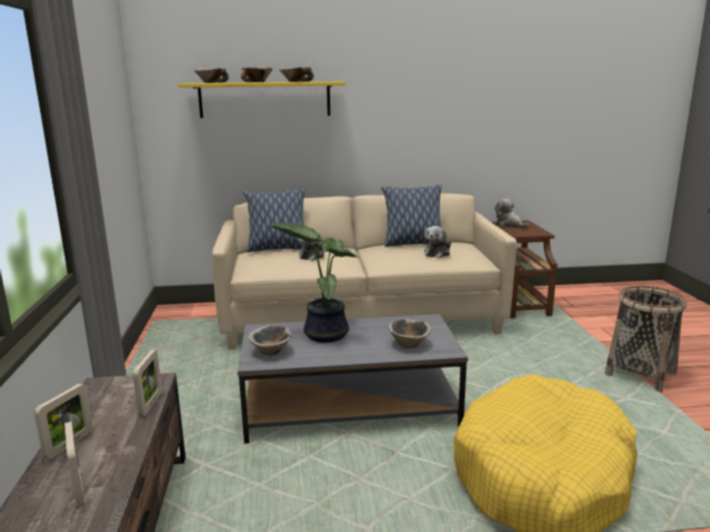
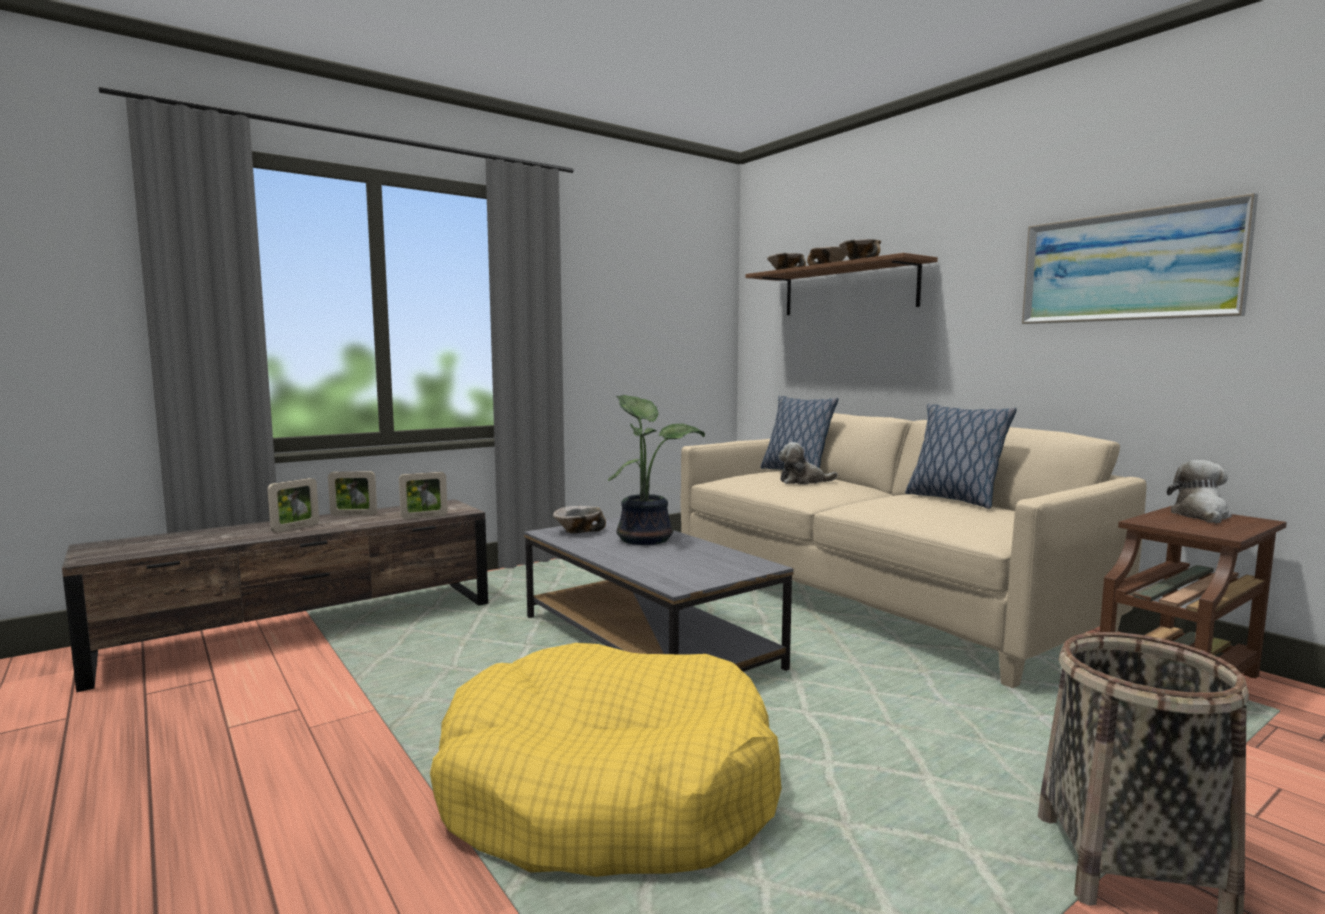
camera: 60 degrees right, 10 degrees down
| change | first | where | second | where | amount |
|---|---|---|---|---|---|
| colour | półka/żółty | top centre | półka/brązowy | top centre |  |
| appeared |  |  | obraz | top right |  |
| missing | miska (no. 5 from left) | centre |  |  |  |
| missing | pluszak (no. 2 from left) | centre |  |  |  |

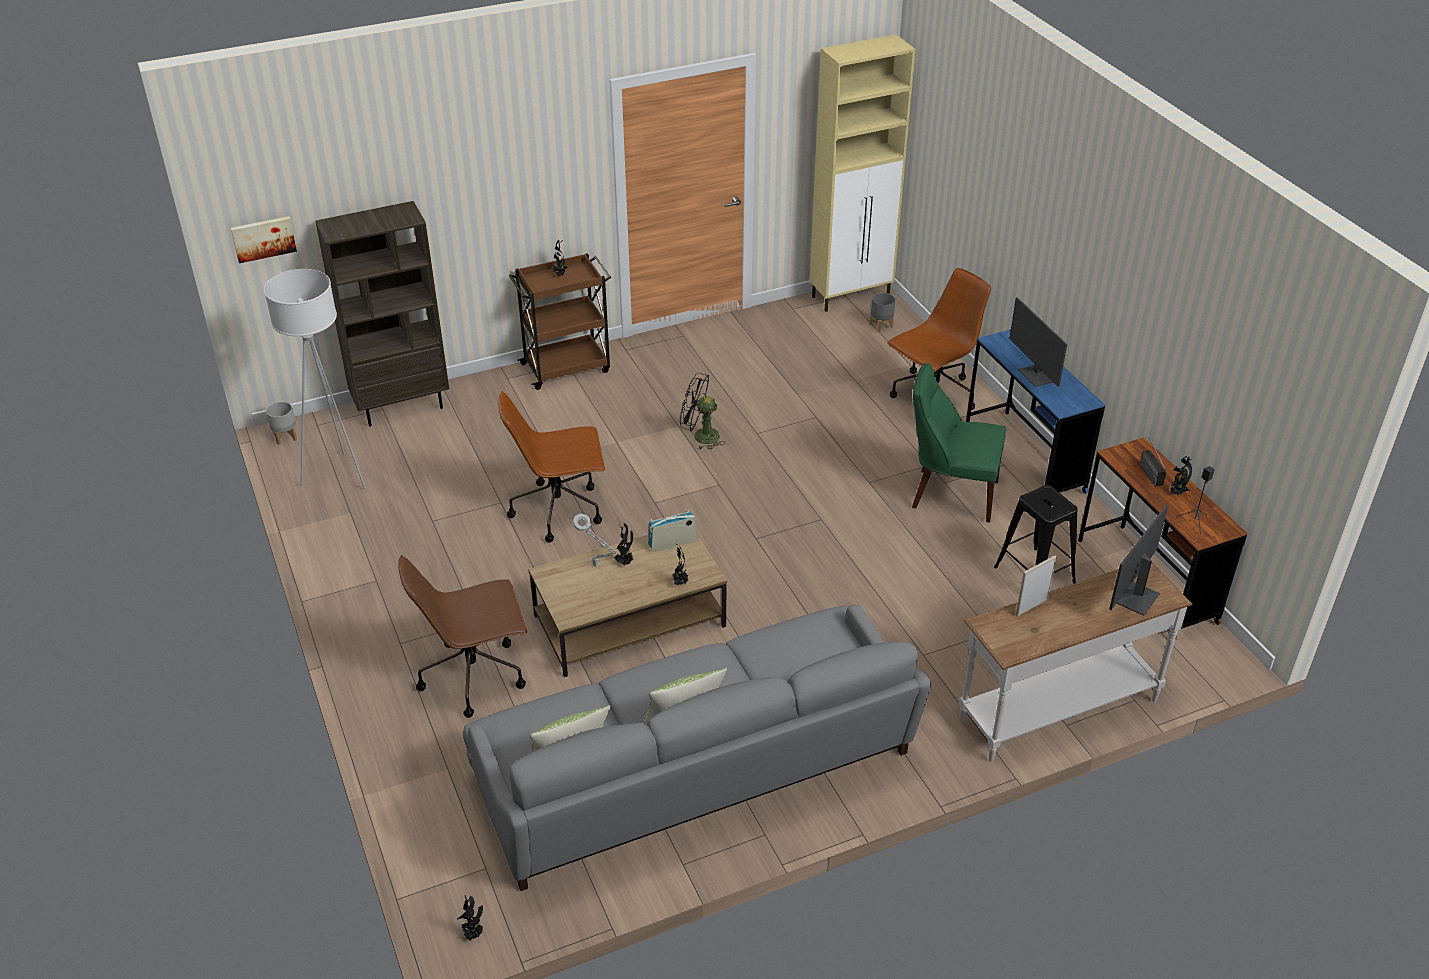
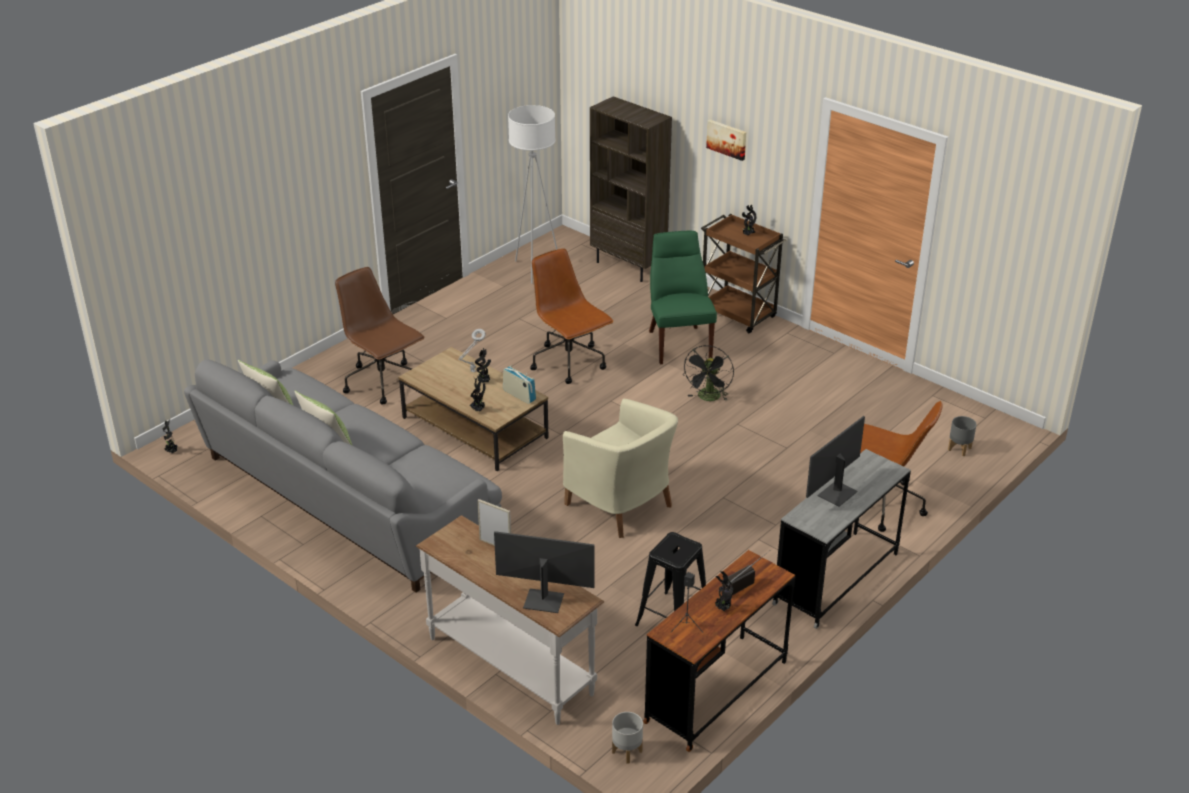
camera: 65 degrees right, 5 degrees down
| change | first | where | second | where | amount |
|---|---|---|---|---|---|
| appeared |  |  | fotel/beżowy | centre |  |
| relocated | donica/szary (no. 1 from left) | middle left |  | bottom centre |  |
| relocated | krzesło/zielony | middle right |  | centre |  |
| spun | wentylator/czarny | centre |  | centre | 150 degrees counterclockwise |
| relocated | obraz | top left |  | top centre |  |
| colour | biurko/niebieski | middle right | biurko/szary | bottom right |  |
| missing | szafka/beżowy | top centre |  |  |  |

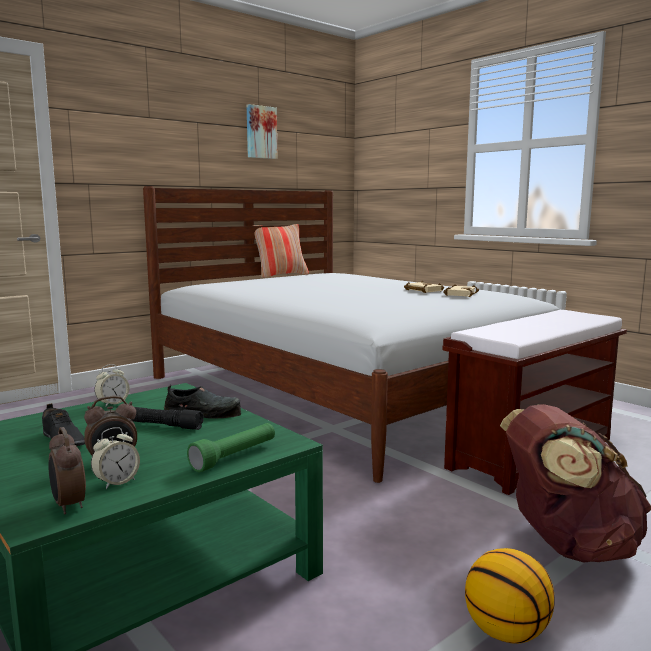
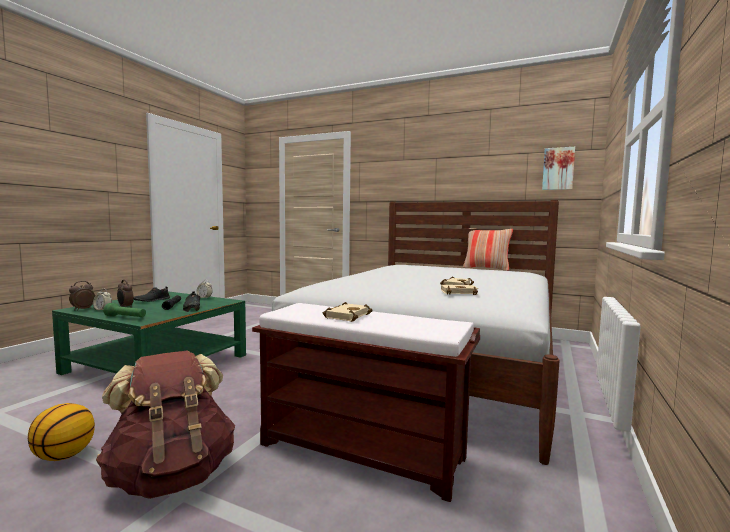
camera: 65 degrees right, 5 degrees down
| change | first | where | second | where | amount |
|---|---|---|---|---|---|
| appeared |  |  | książka/beżowy (no. 1 from left) | centre |  |
| relocated | obraz | top centre |  | top right |  |

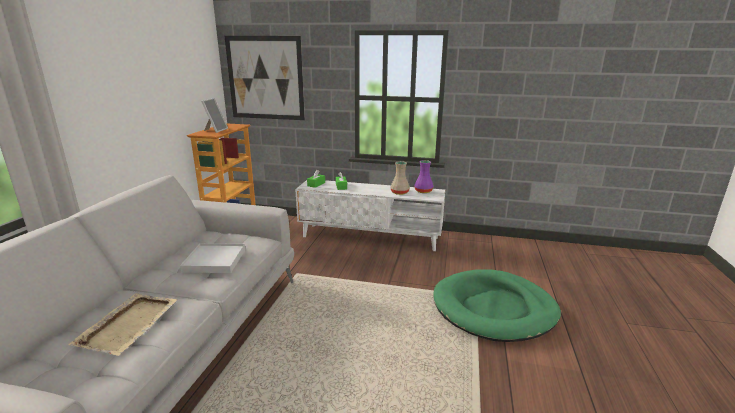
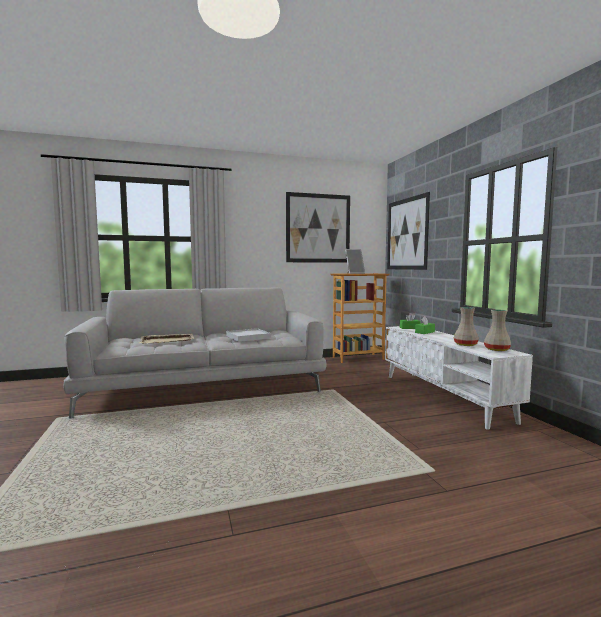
camera: 60 degrees right, 15 degrees down
| change | first | where | second | where | amount |
|---|---|---|---|---|---|
| appeared |  |  | obraz (no. 1 from left) | centre |  |
| colour | wazon/fioletowy | centre | wazon/beżowy (no. 2 from left) | middle right |  |
| missing | legowisko/zielony | bottom right |  |  |  |

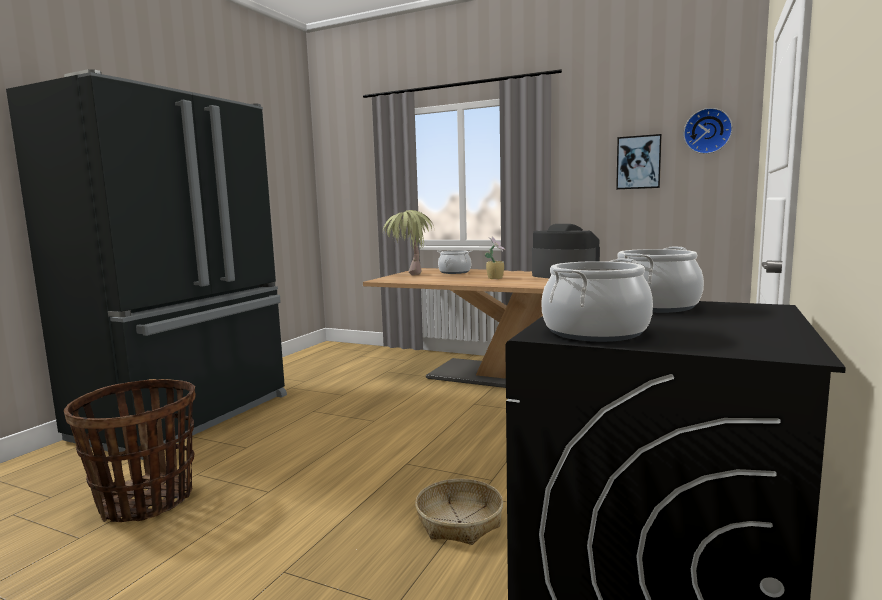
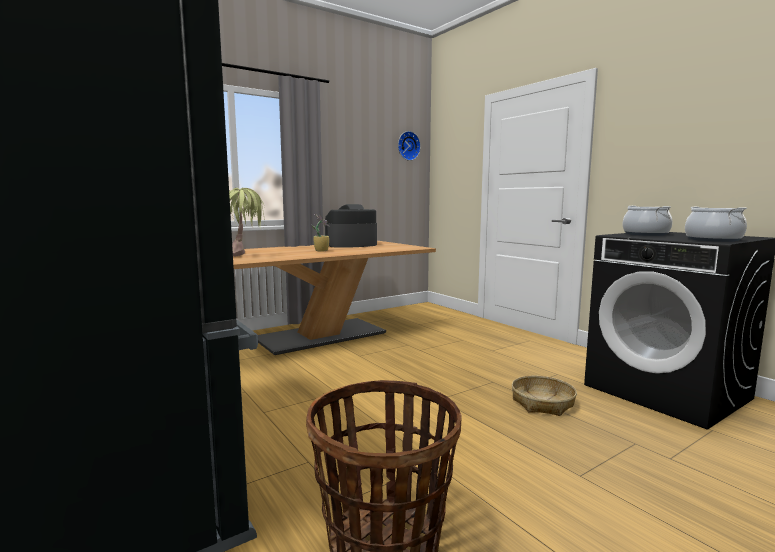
camera: 60 degrees left, 0 degrees up
| change | first | where | second | where | amount |
|---|---|---|---|---|---|
| missing | garnek (no. 1 from left) | centre |  |  |  |
| missing | obraz | top right |  |  |  |

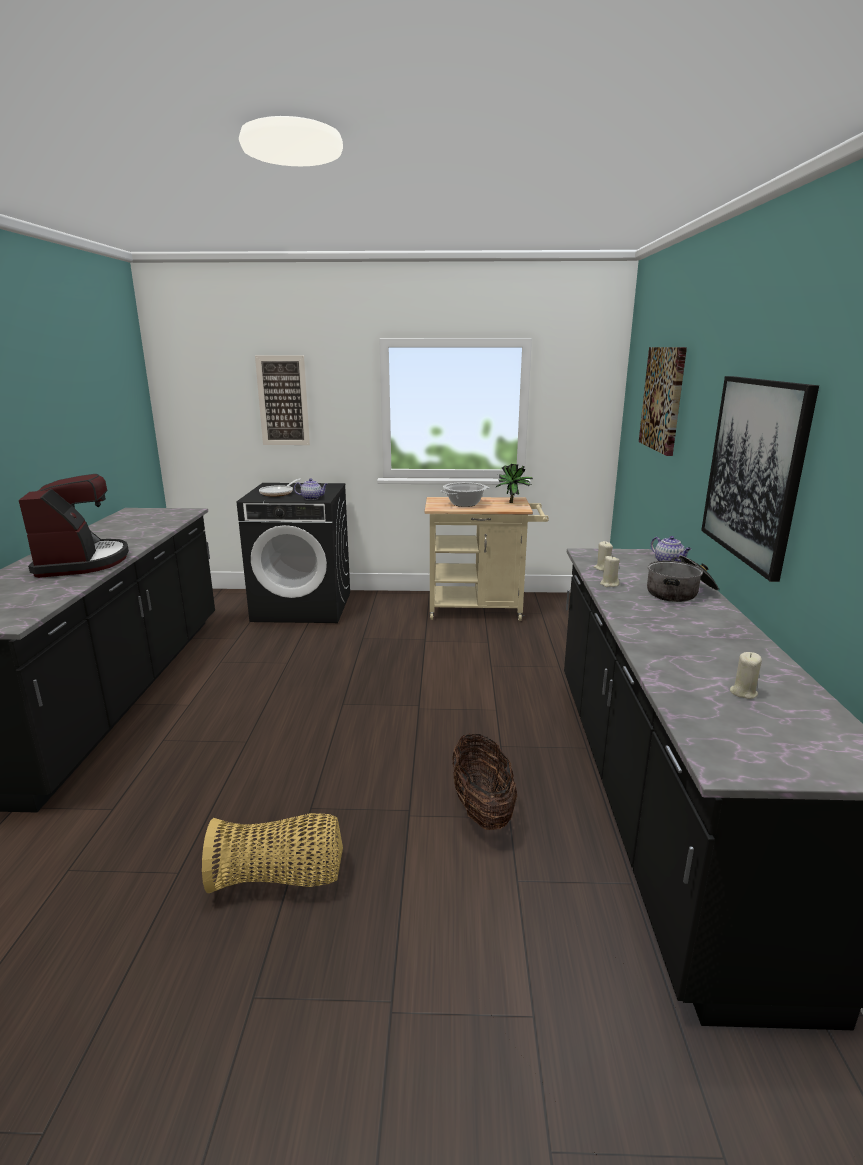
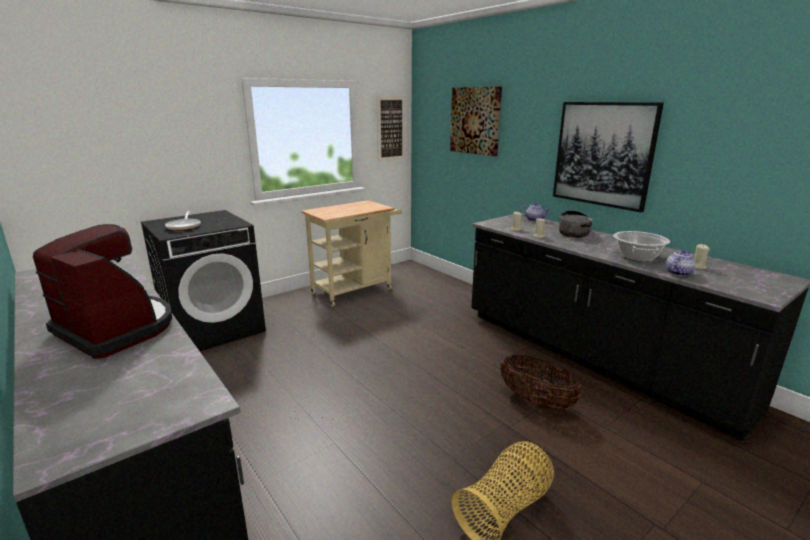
camera: 40 degrees left, 0 degrees up
| change | first | where | second | where | amount |
|---|---|---|---|---|---|
| relocated | obraz (no. 1 from left) | middle left |  | top centre |  |
| relocated | garnek (no. 1 from left in the first image) | centre | garnek (no. 2 from left) | middle right |  |
| relocated | imbryk (no. 1 from left in the first image) | centre | imbryk (no. 2 from left) | middle right |  |
| missing | roślina doniczkowa | centre |  |  |  |

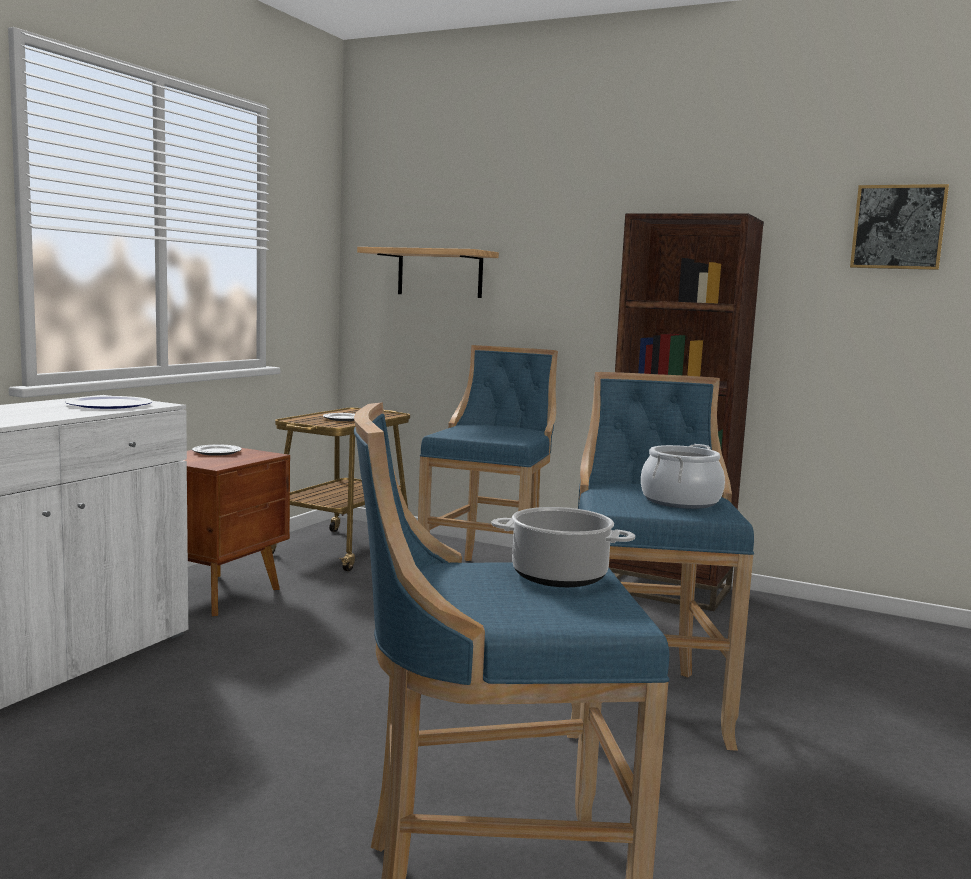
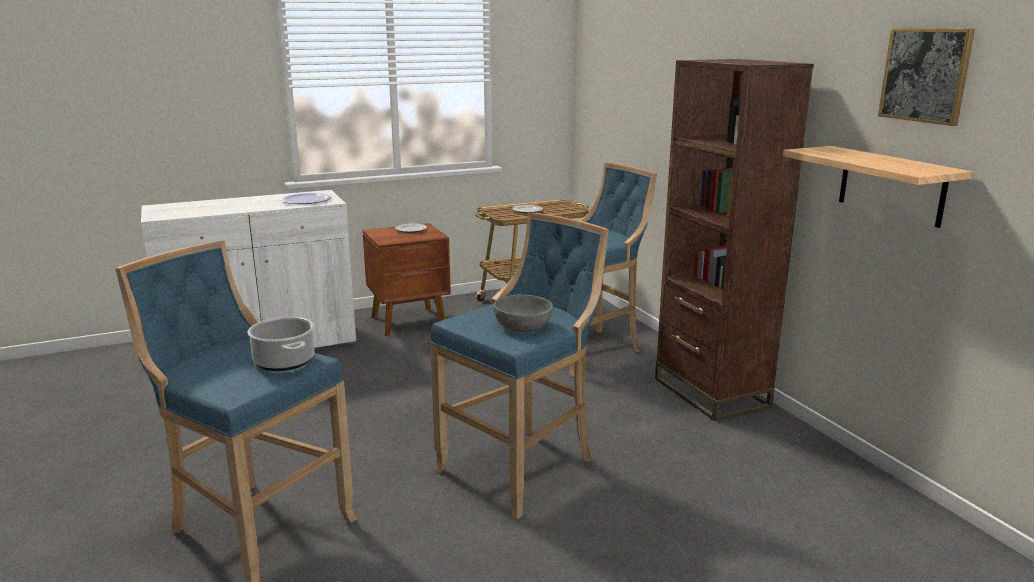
camera: 40 degrees right, 10 degrees up
| change | first | where | second | where | amount |
|---|---|---|---|---|---|
| exchanged | garnek (no. 2 from left) | middle right | miska/szary | centre |  |
| relocated | półka | top centre |  | top right |  |

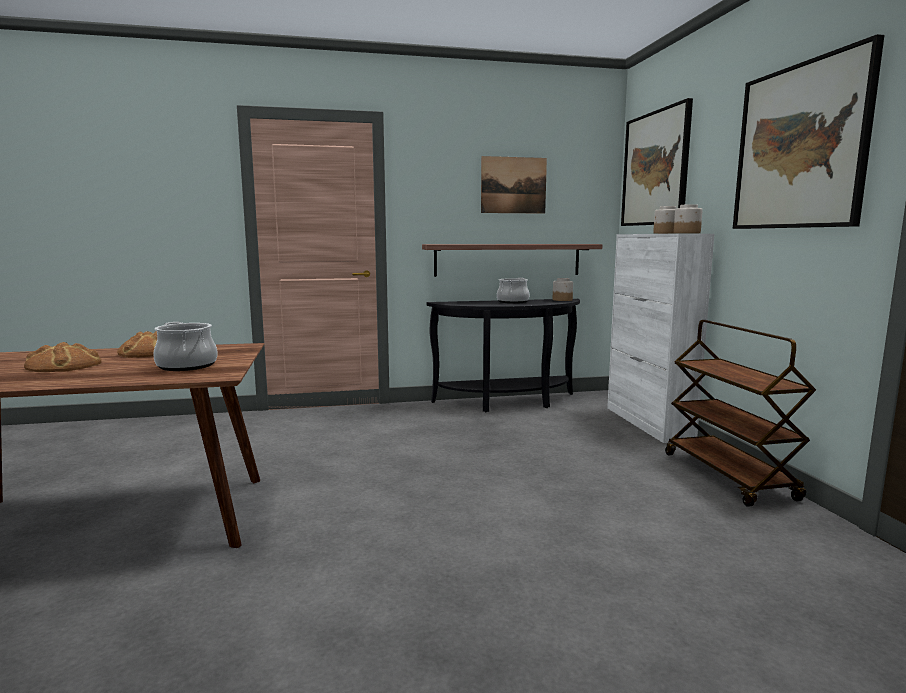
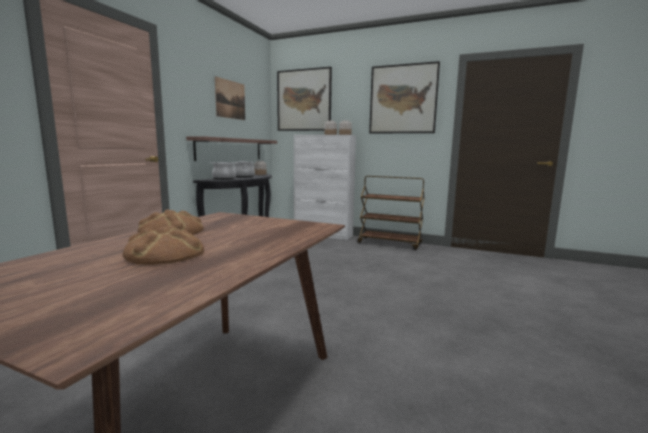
camera: 55 degrees left, 0 degrees up
| change | first | where | second | where | amount |
|---|---|---|---|---|---|
| relocated | garnek (no. 1 from left) | middle left |  | centre |  |

